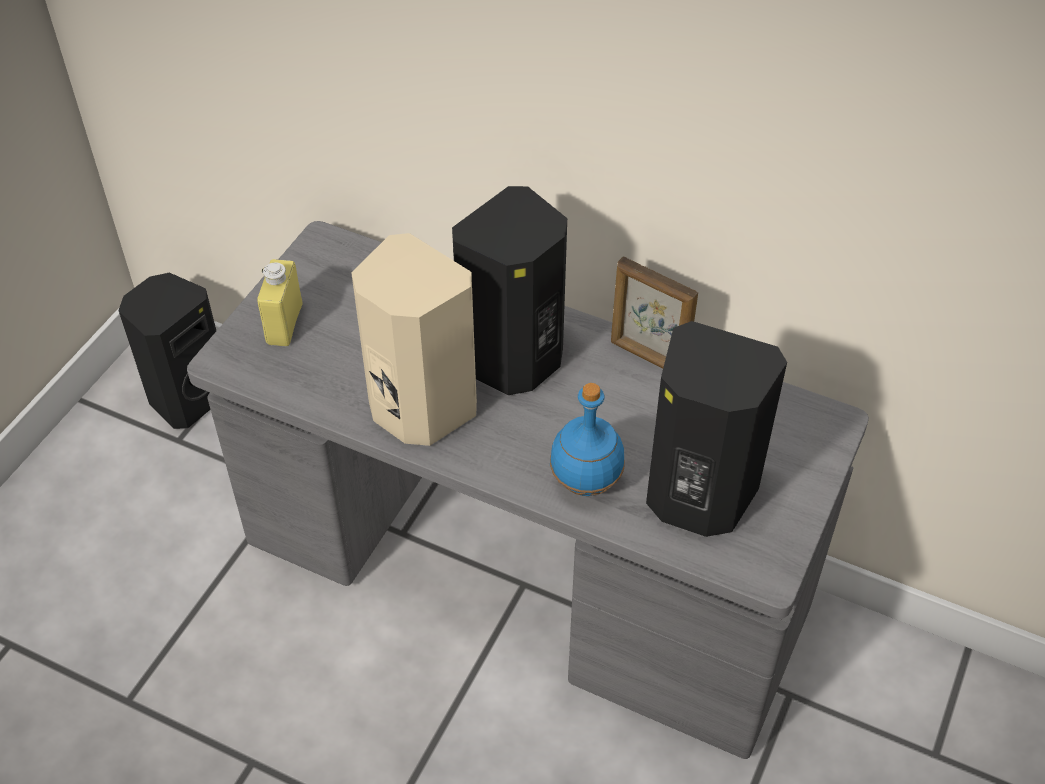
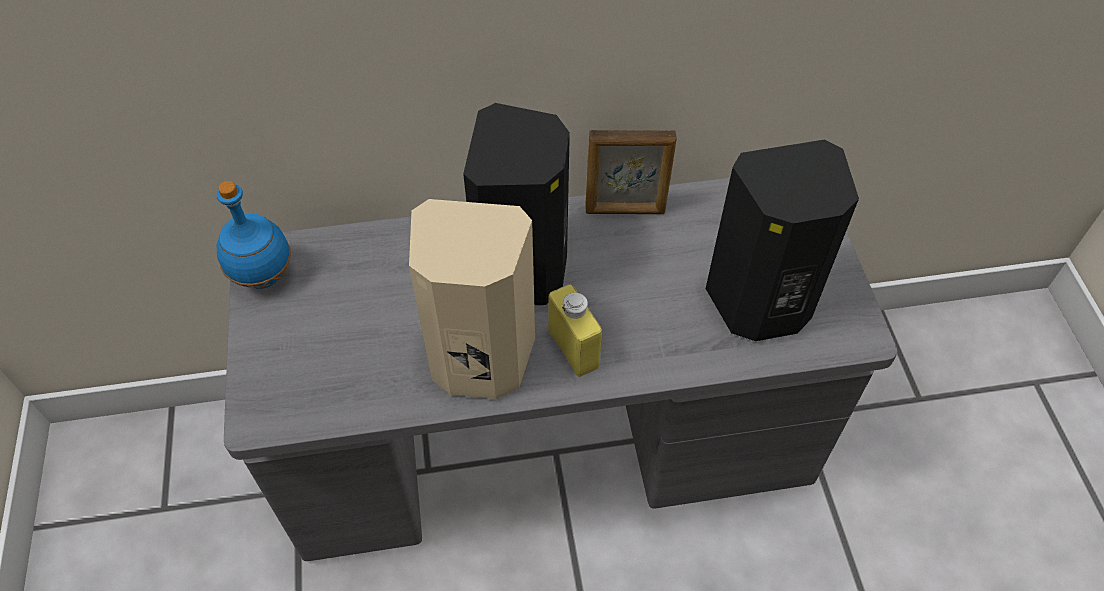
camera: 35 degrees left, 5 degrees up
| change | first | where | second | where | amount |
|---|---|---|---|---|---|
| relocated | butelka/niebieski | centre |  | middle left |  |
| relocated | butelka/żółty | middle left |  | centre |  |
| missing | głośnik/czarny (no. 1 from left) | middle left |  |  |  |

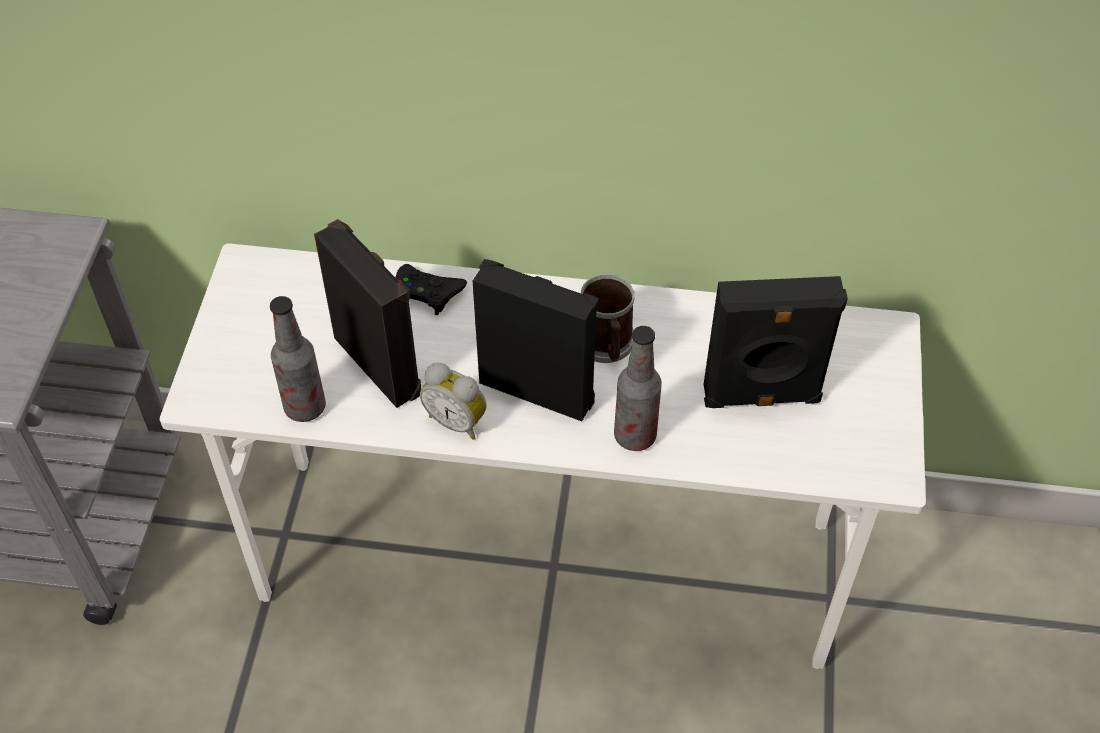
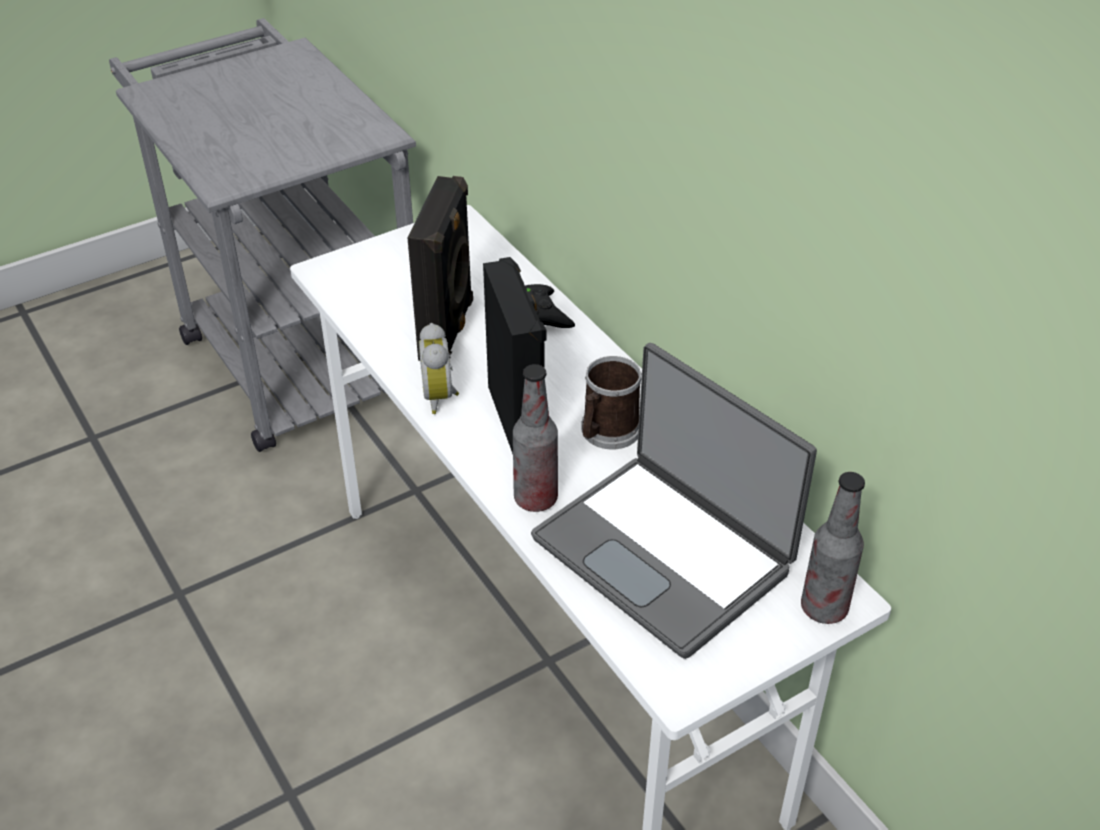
camera: 50 degrees right, 10 degrees down
| change | first | where | second | where | amount |
|---|---|---|---|---|---|
| exchanged | głośnik/czarny (no. 3 from left) | middle right | laptop | centre |  |
| relocated | butelka (no. 1 from left in the first image) | middle left | butelka (no. 2 from left) | middle right |  |

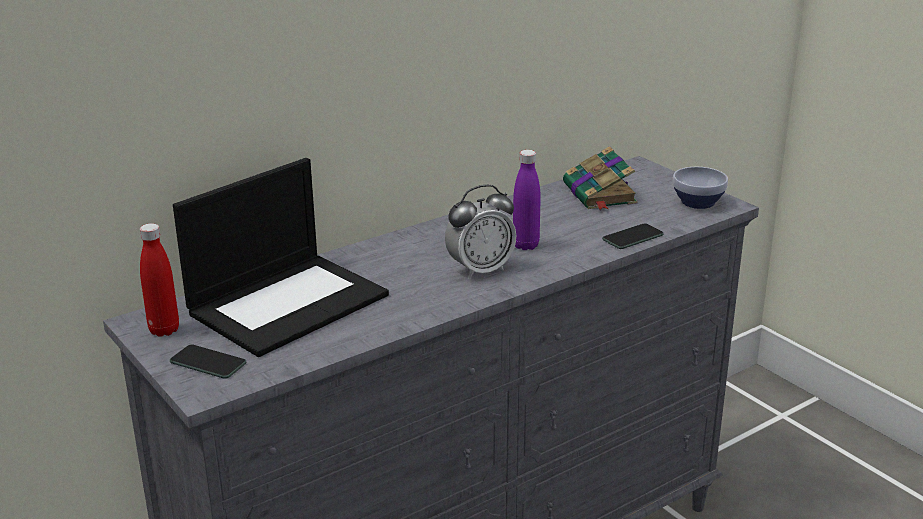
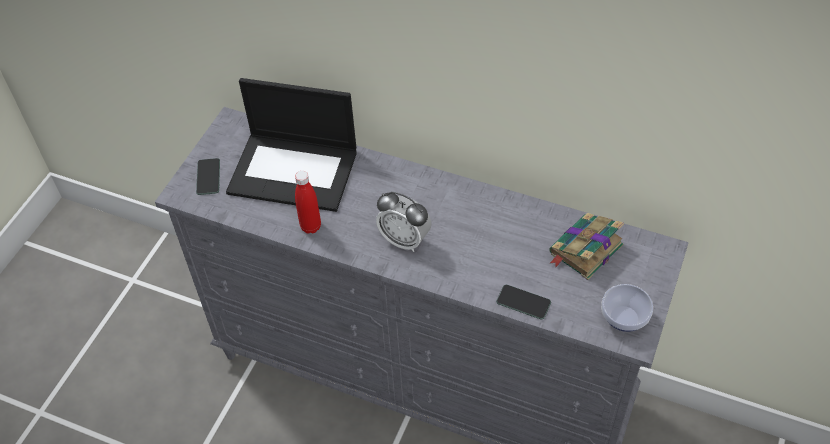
camera: 60 degrees right, 25 degrees up
| change | first | where | second | where | amount |
|---|---|---|---|---|---|
| relocated | butelka/czerwony | middle left |  | centre |  |
| missing | butelka/fioletowy | centre |  |  |  |

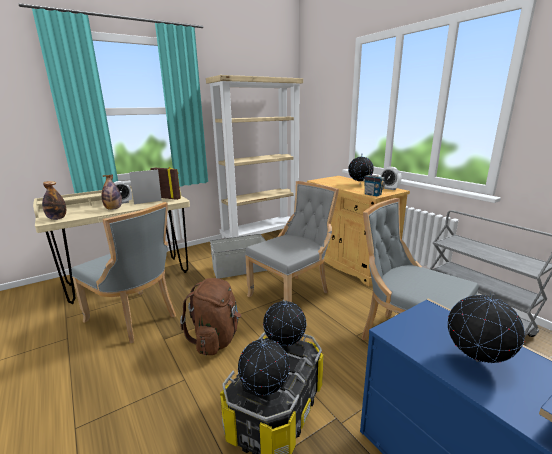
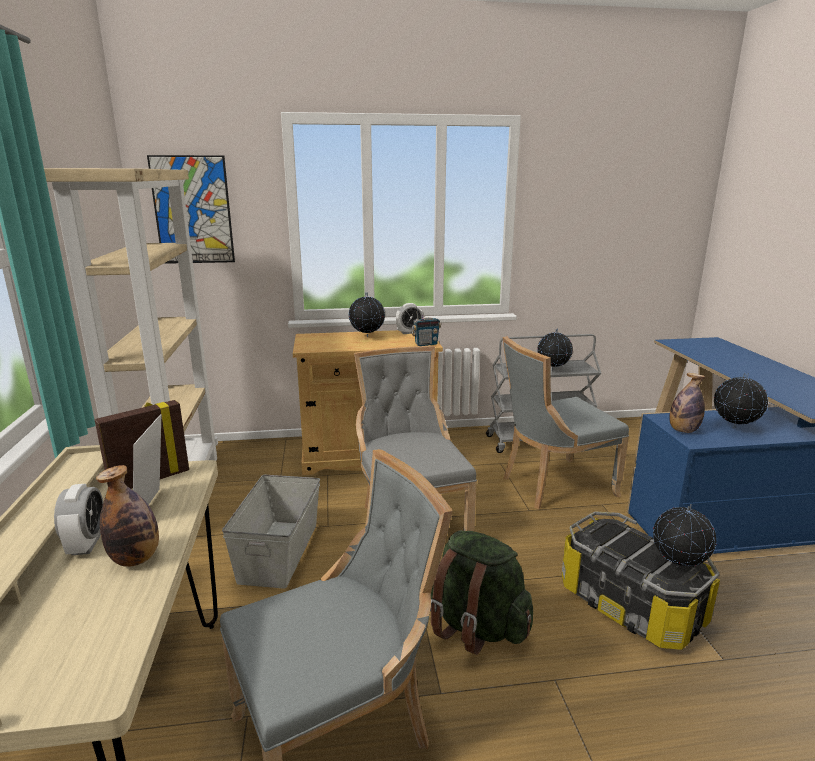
camera: 65 degrees left, 0 degrees up
| change | first | where | second | where | amount |
|---|---|---|---|---|---|
| appeared |  |  | obraz | top left |  |
| colour | plecak/brązowy | bottom centre | plecak/zielony | bottom centre |  |
| relocated | globus (no. 2 from left) | bottom centre |  | middle right |  |
| relocated | butelka (no. 1 from left in the first image) | middle left | butelka (no. 2 from left) | middle right |  |

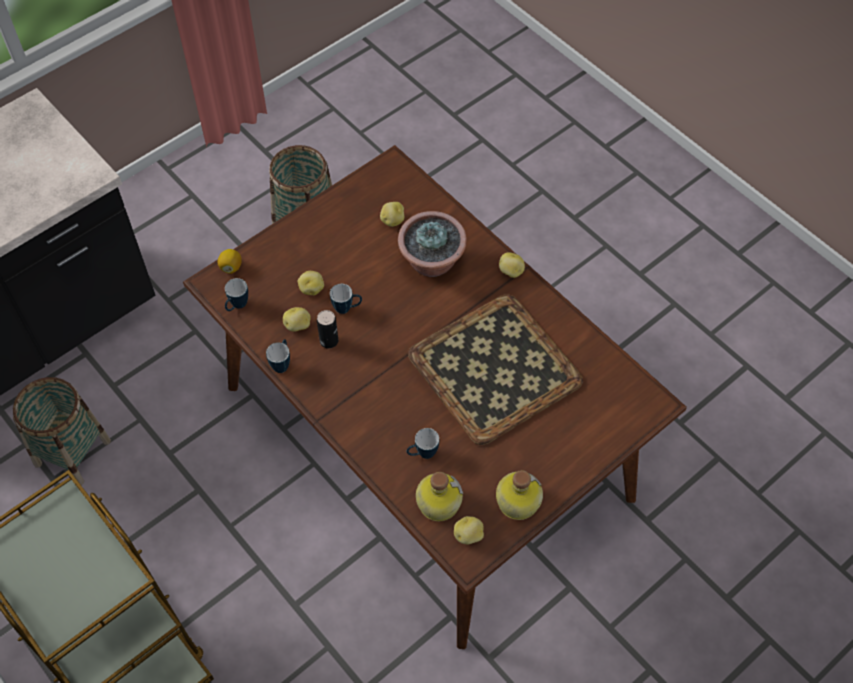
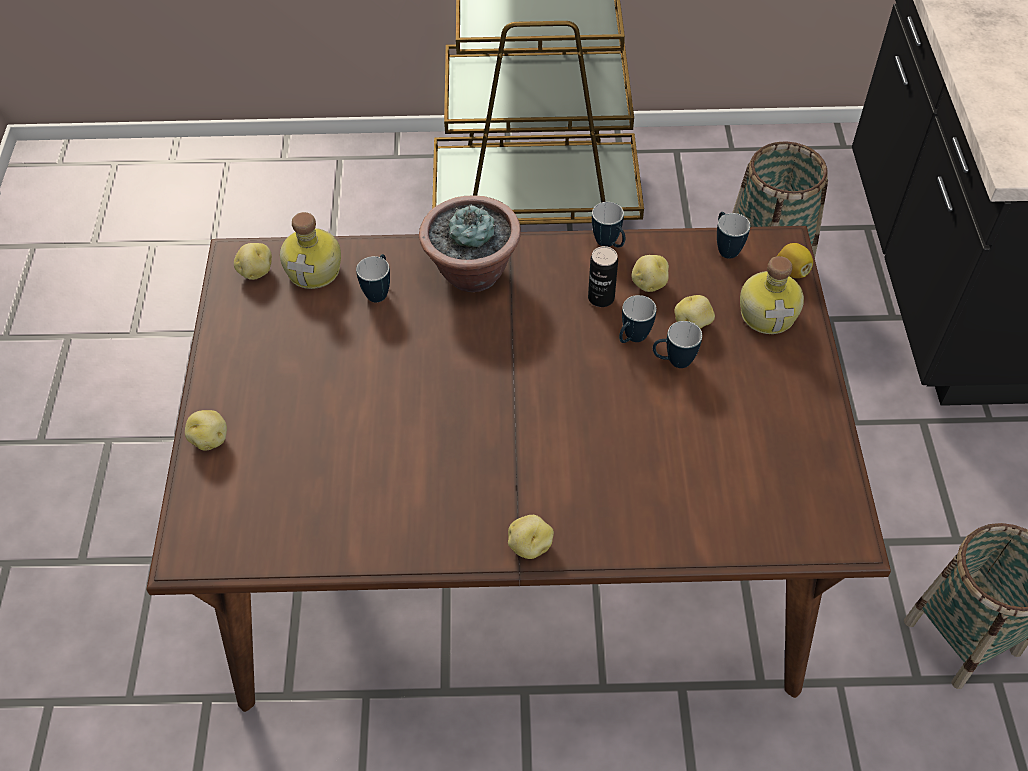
camera: 130 degrees right, 5 degrees down
| change | first | where | second | where | amount |
|---|---|---|---|---|---|
| relocated | ziemniak (no. 3 from left in the first image) | top centre | ziemniak (no. 1 from left) | middle left |  |
| relocated | roślina doniczkowa | centre |  | top centre |  |
| appeared |  |  | kubek (no. 4 from left) | centre |  |
| relocated | butelka (no. 2 from left) | bottom centre |  | middle right |  |
| missing | taca | centre |  |  |  |

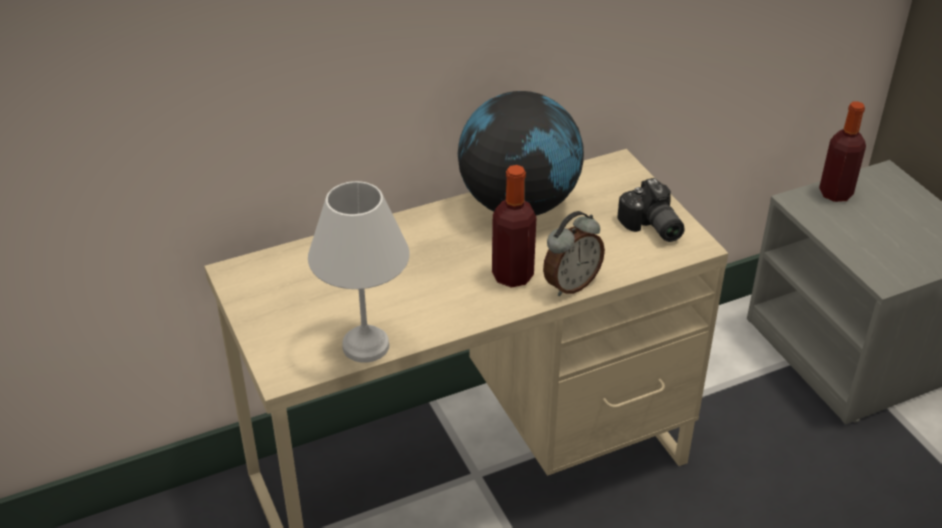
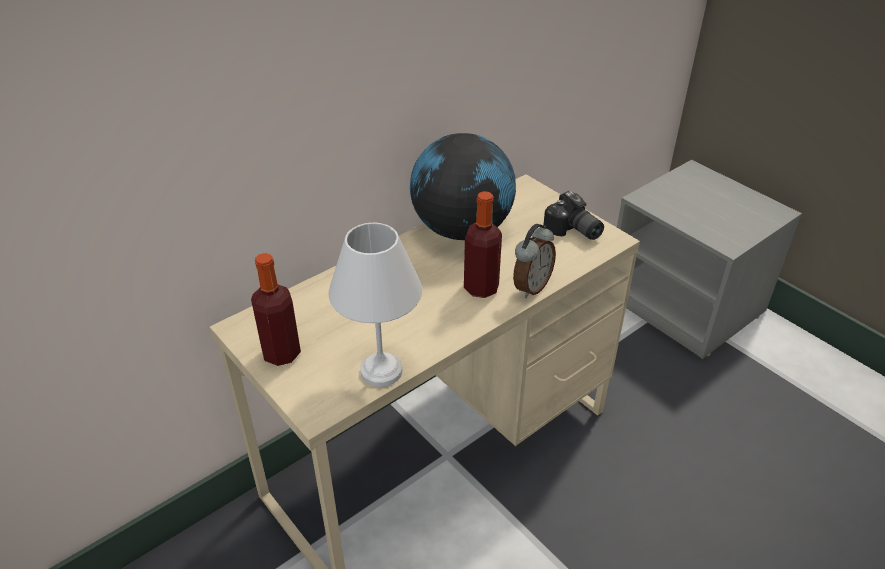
camera: 15 degrees left, 0 degrees up
| change | first | where | second | where | amount |
|---|---|---|---|---|---|
| relocated | butelka (no. 2 from left in the first image) | top right | butelka (no. 1 from left) | middle left |  |

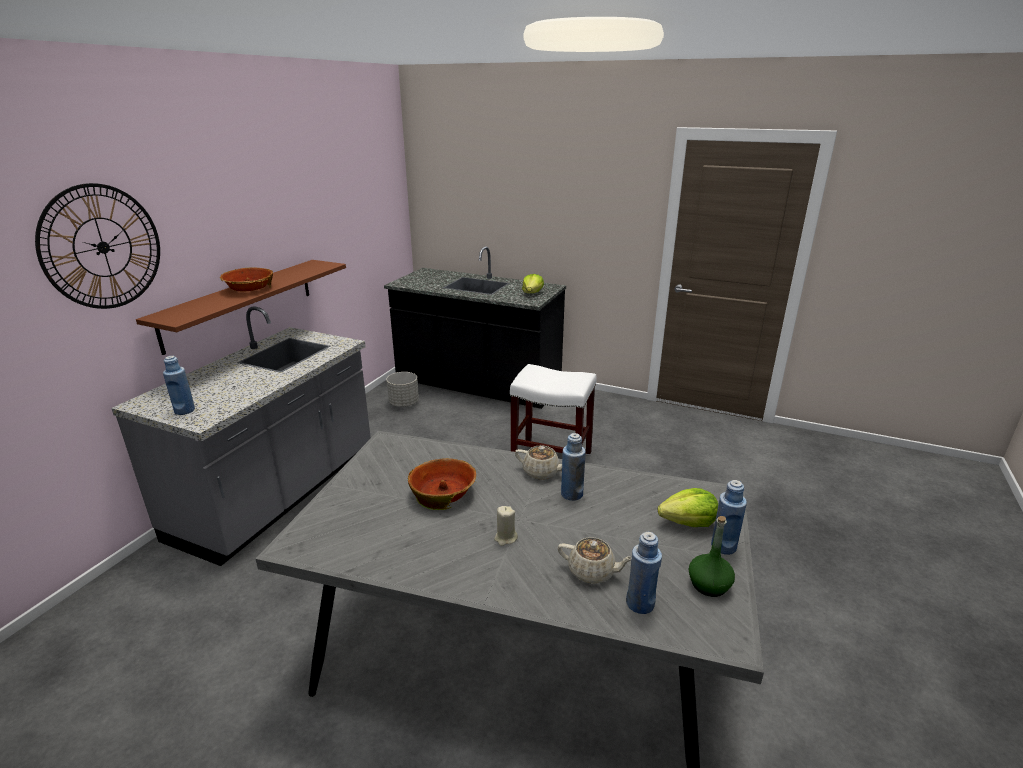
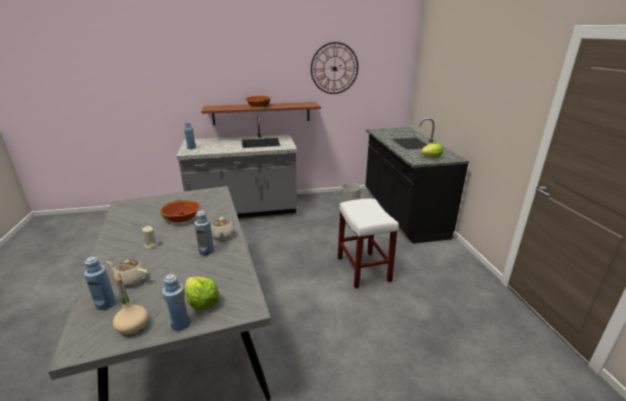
camera: 55 degrees right, 0 degrees up
| change | first | where | second | where | amount |
|---|---|---|---|---|---|
| spun | imbryk/beżowy (no. 2 from left in the first image) | bottom centre | imbryk/beżowy (no. 1 from left) | bottom left | 120 degrees clockwise |
| colour | butelka/zielony | bottom right | butelka/beżowy | bottom left |  |
| relocated | zegar ścienny | top left |  | top centre |  |

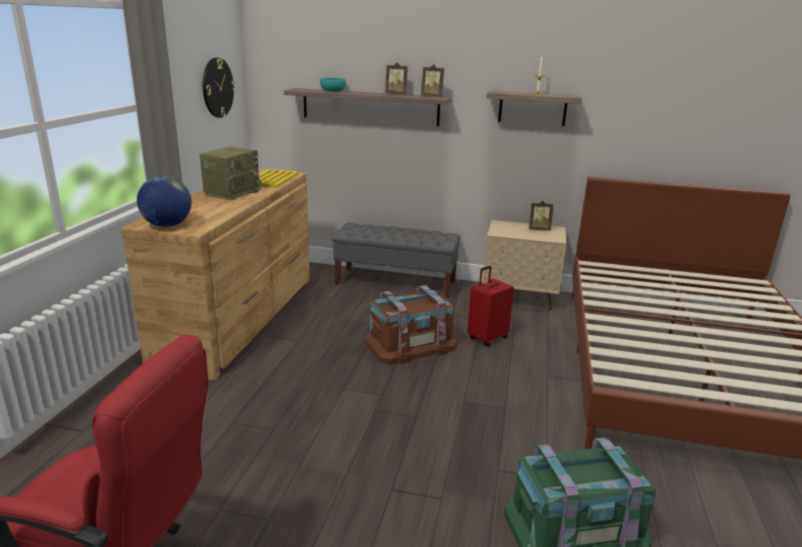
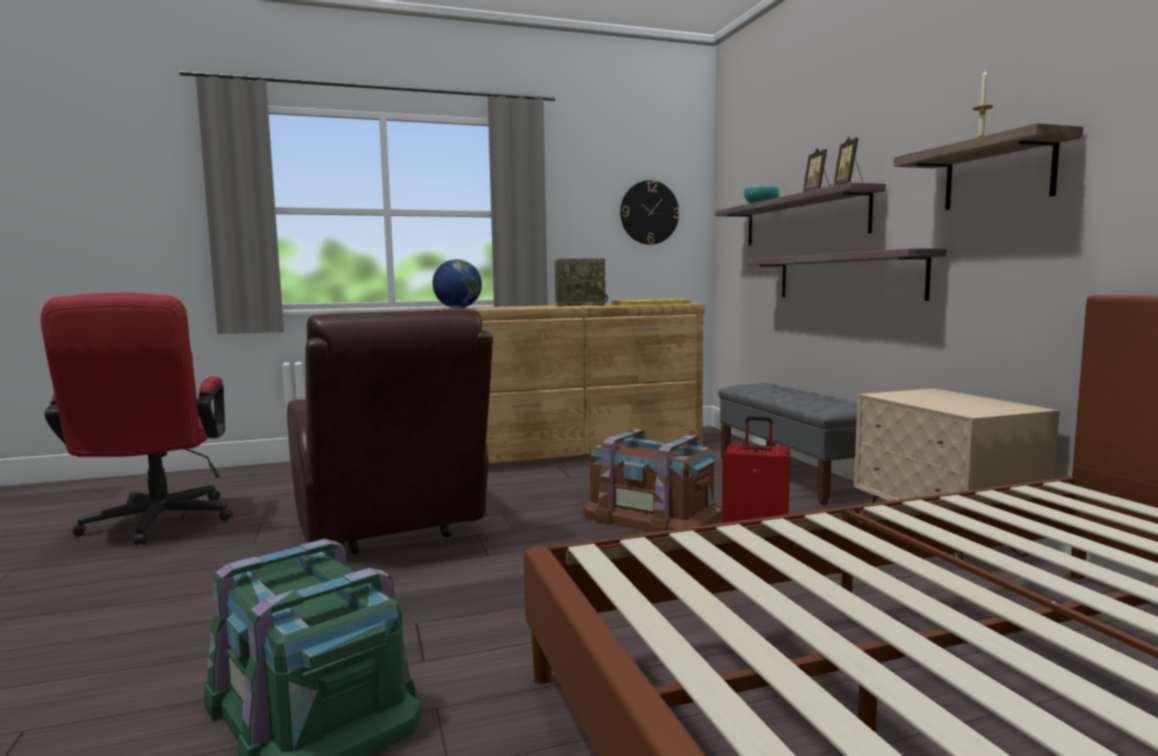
camera: 60 degrees right, 15 degrees down
| change | first | where | second | where | amount |
|---|---|---|---|---|---|
| appeared |  |  | fotel/brązowy | centre |  |
| appeared |  |  | półka (no. 2 from left) | middle right |  |
| missing | ramka na zdjęcie (no. 3 from left) | middle right |  |  |  |

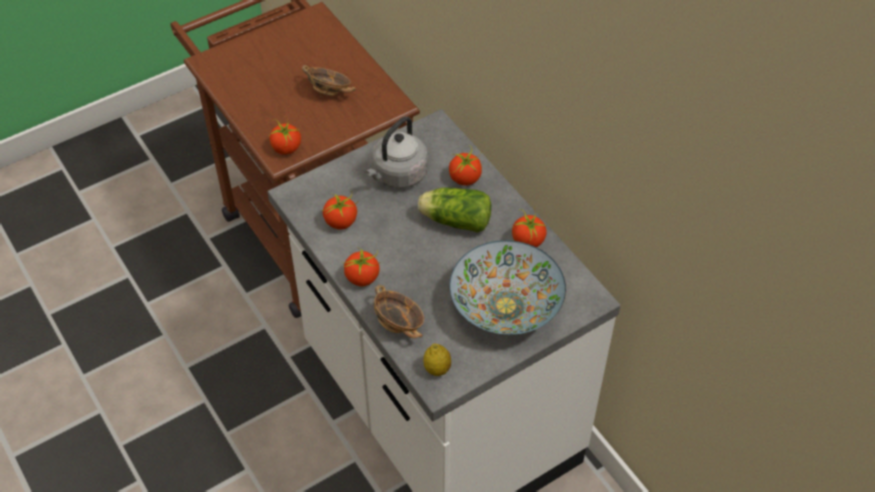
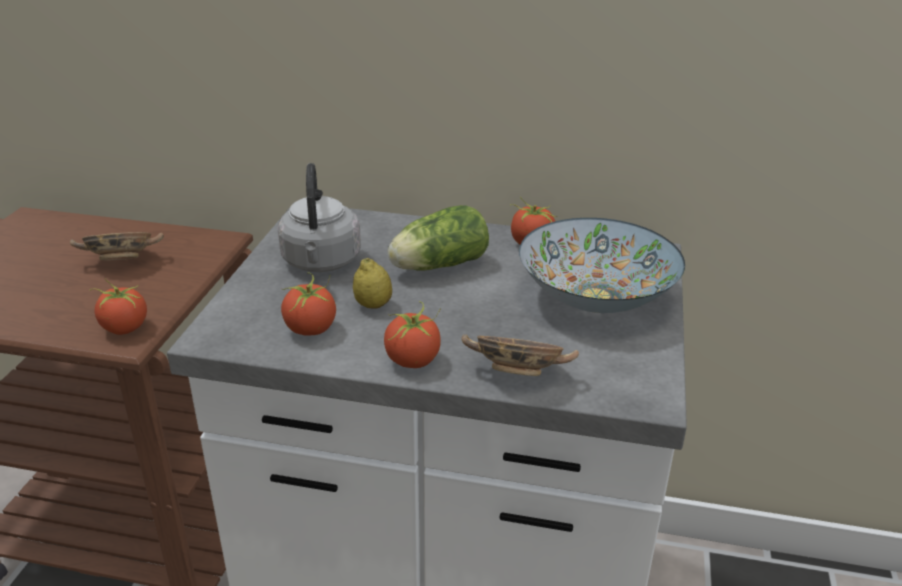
camera: 45 degrees left, 20 degrees down
| change | first | where | second | where | amount |
|---|---|---|---|---|---|
| relocated | cytryna | bottom centre |  | centre |  |
| missing | pomidor (no. 4 from left) | centre |  |  |  |

